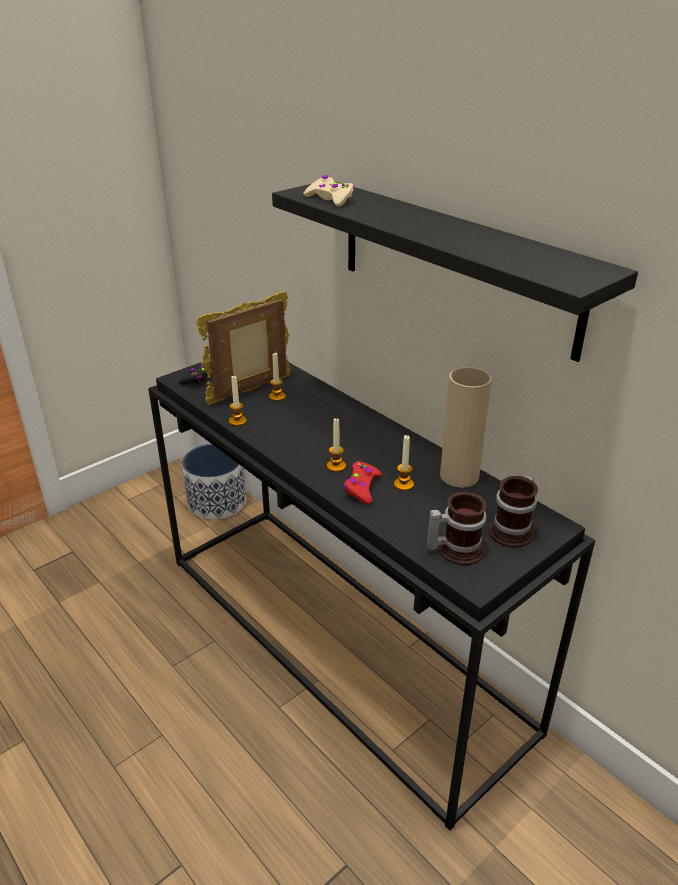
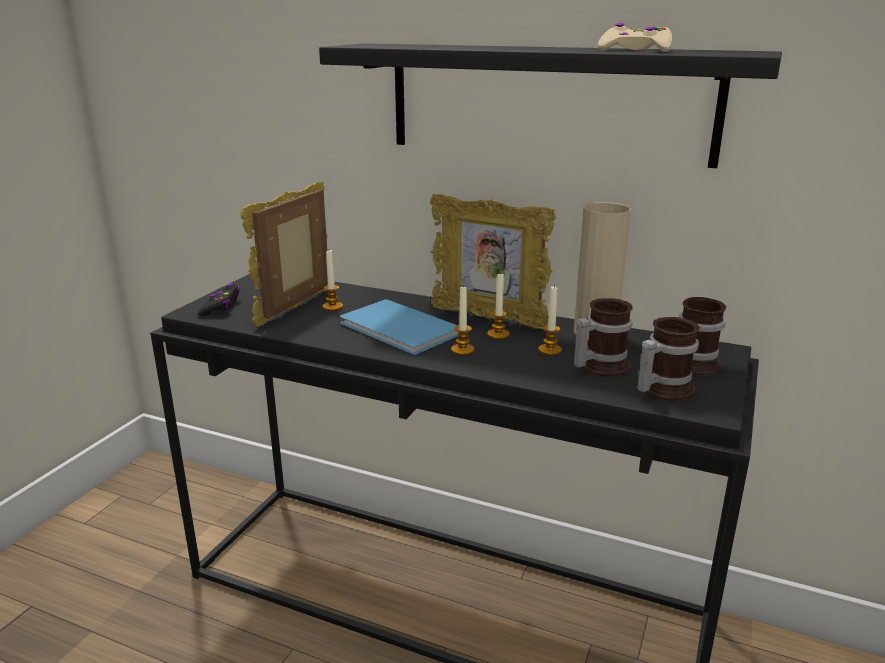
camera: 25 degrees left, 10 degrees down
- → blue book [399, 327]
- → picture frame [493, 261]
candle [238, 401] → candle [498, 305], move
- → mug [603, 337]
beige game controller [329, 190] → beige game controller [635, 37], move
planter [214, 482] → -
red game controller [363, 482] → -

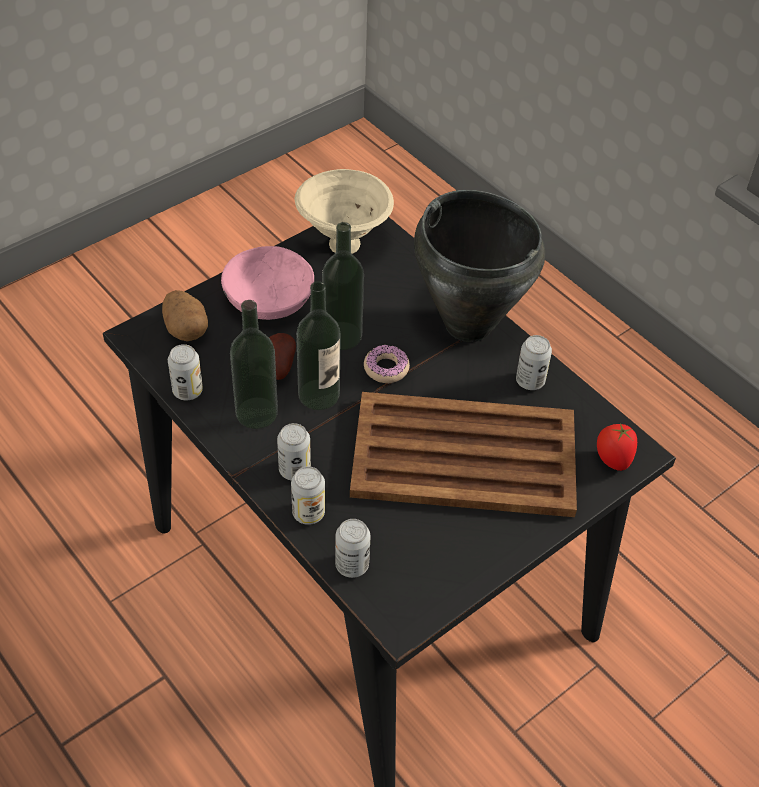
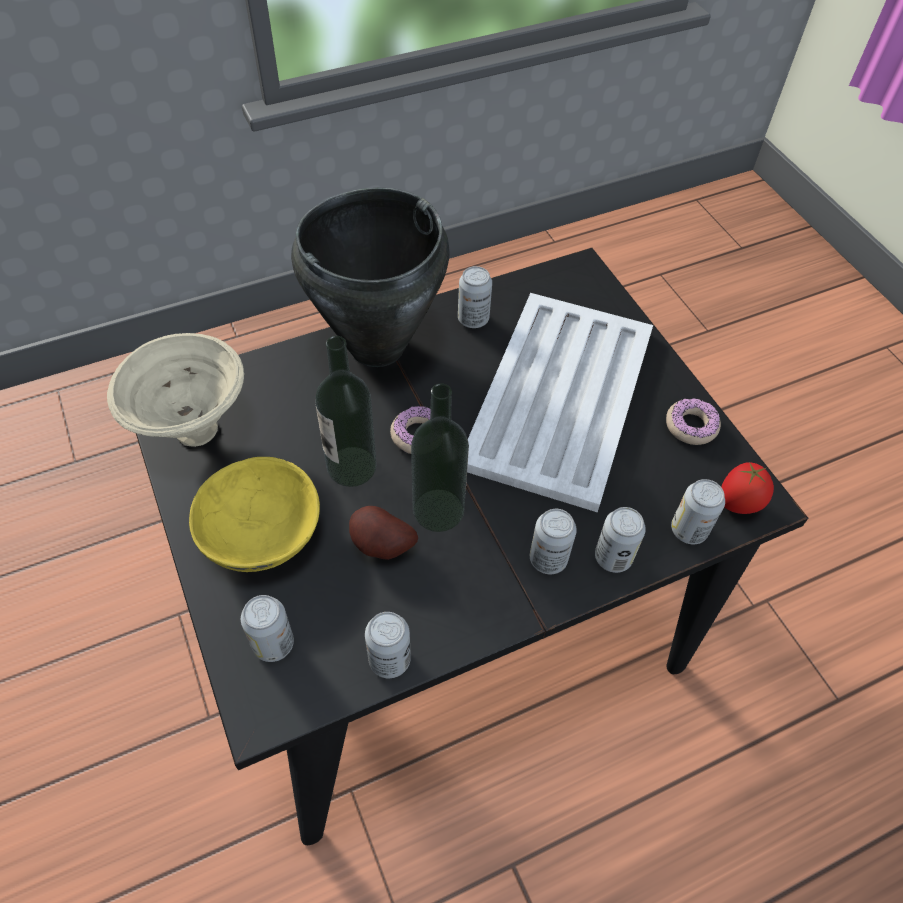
camera: 75 degrees left, 5 degrees up
pink bowl [267, 283] → yellow bowl [254, 514]
potato [185, 316] → can [267, 628]
brown tray [463, 454] → white tray [560, 402]
- → donut [693, 421]
tomato [617, 447] → tomato [747, 488], move
bottle [254, 364] → -

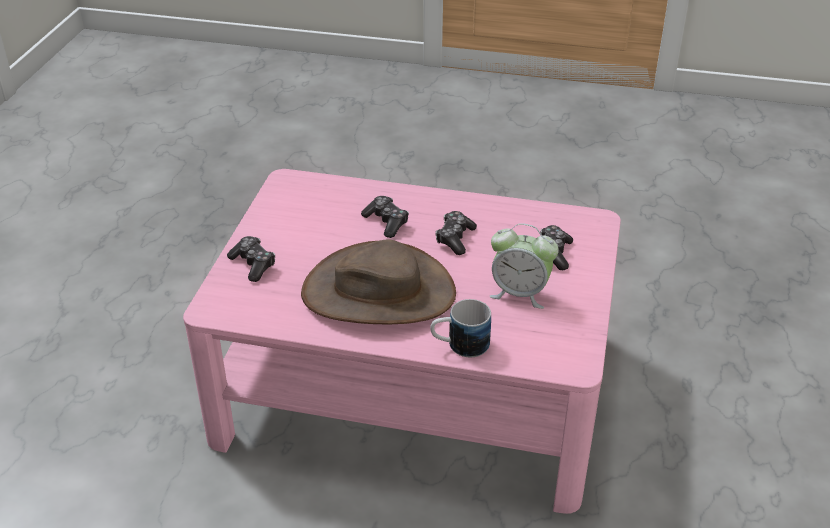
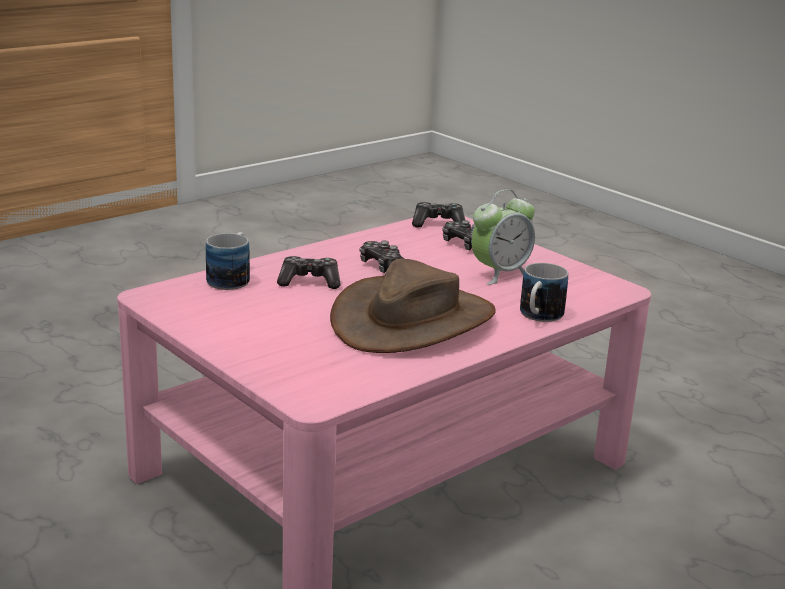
camera: 55 degrees left, 15 degrees down
- → mug [228, 261]
game controller [251, 259] → game controller [438, 214], move

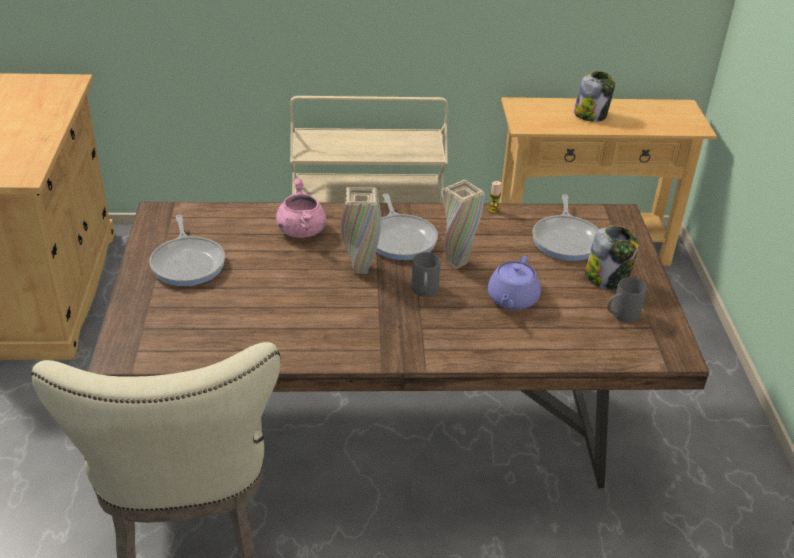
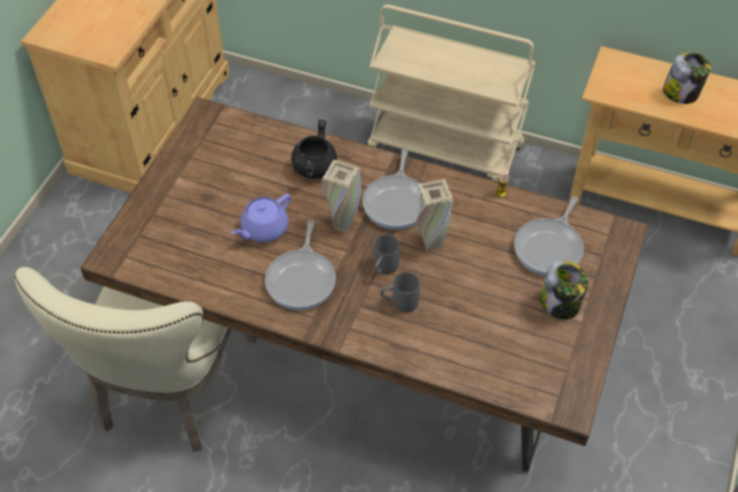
camera: 25 degrees right, 15 degrees up
purple teapot [514, 283] → purple teapot [261, 218], move
frying pan [187, 250] → frying pan [300, 265], move
pink cooking pot [301, 208] → black cooking pot [314, 149]
grey mug [627, 300] → grey mug [400, 292], move

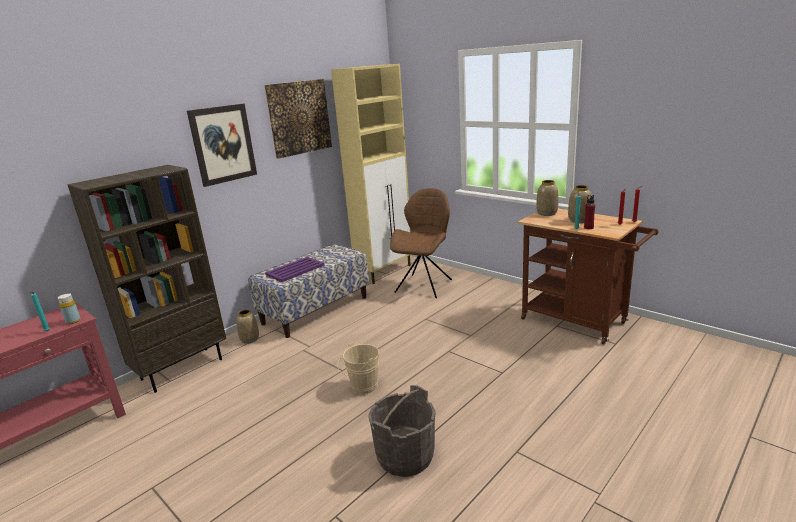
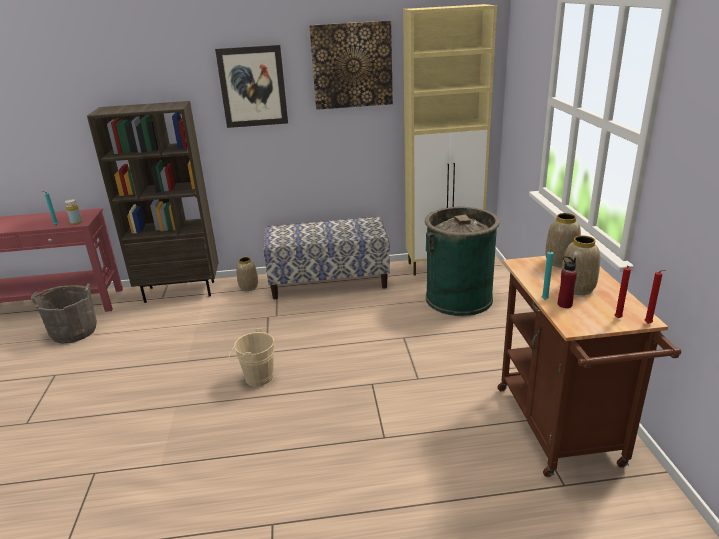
camera: 40 degrees right, 5 degrees up
grey bucket [402, 431] → grey bucket [64, 313], move
brown chair [421, 243] → green trash can [462, 261]
purple tray [294, 269] → -

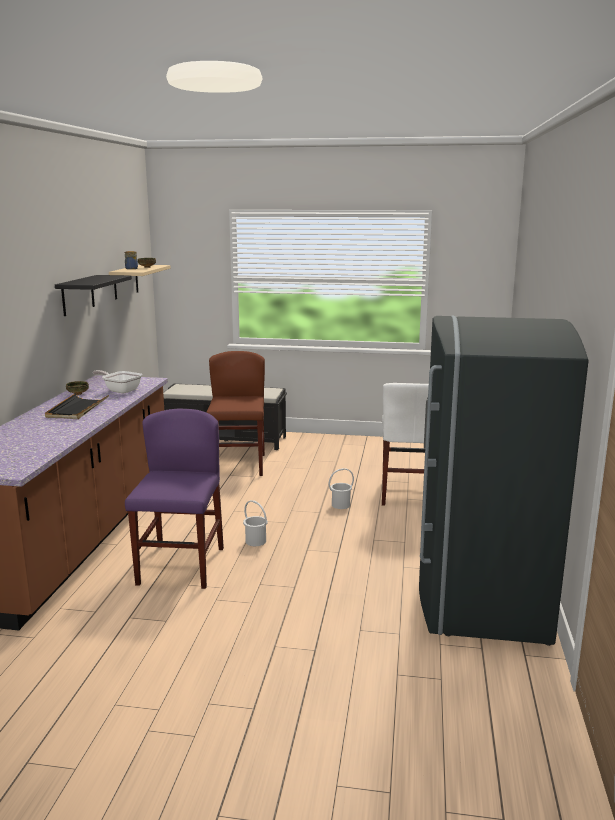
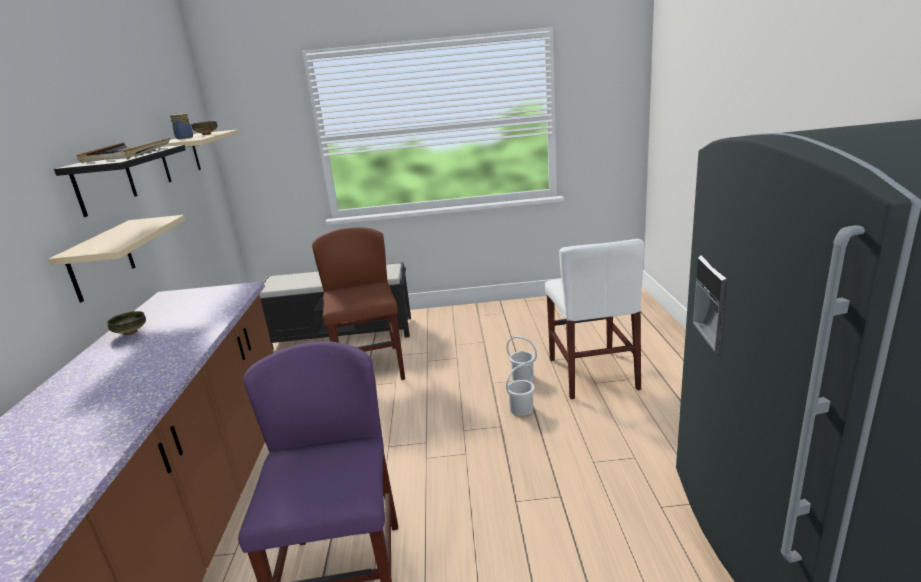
camera: 10 degrees left, 5 degrees up
- → beige shelf [116, 259]
black tray [77, 406] → black tray [123, 150], move
white bucket [255, 523] → white bucket [522, 358], move
frying pan [117, 381] → -

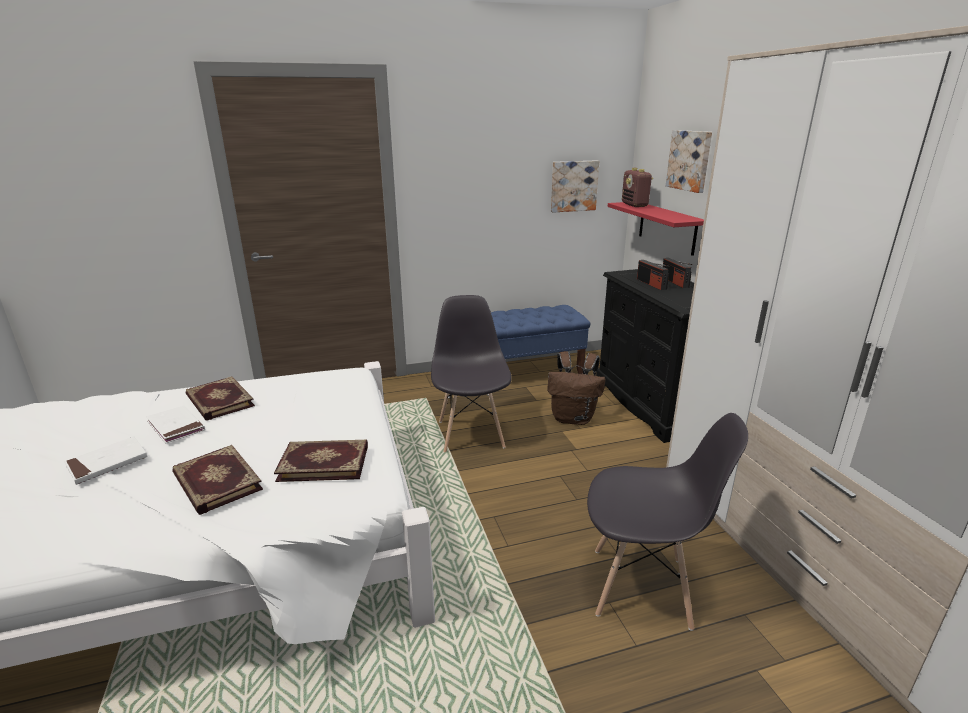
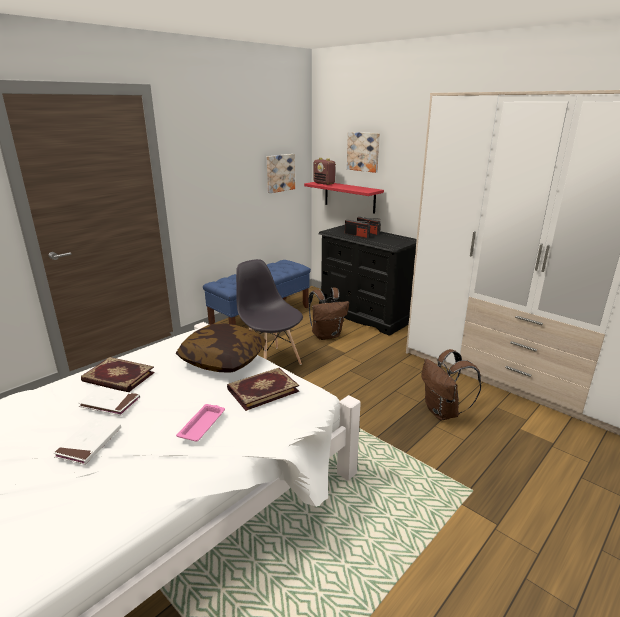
camera: 30 degrees left, 0 degrees up
- → pillow [221, 348]
book [217, 480] → pink tray [200, 423]
grey chair [667, 522] → brown backpack [451, 384]

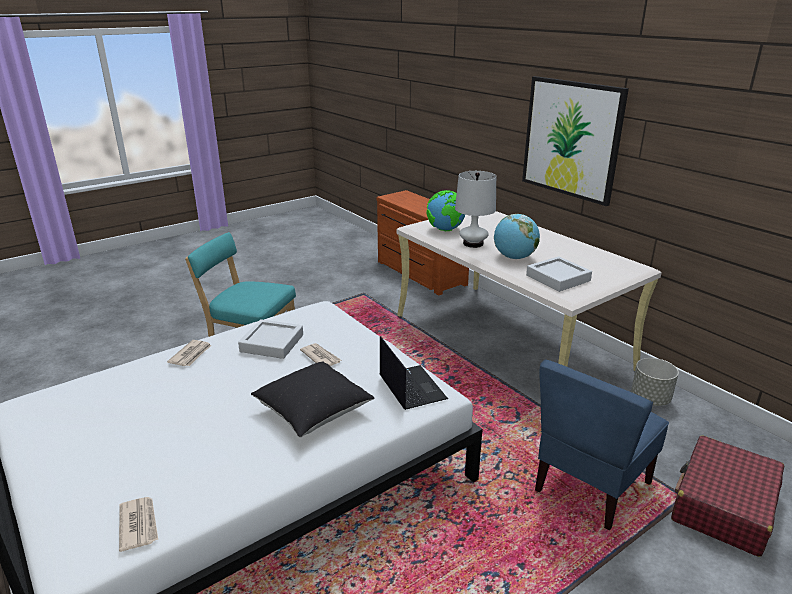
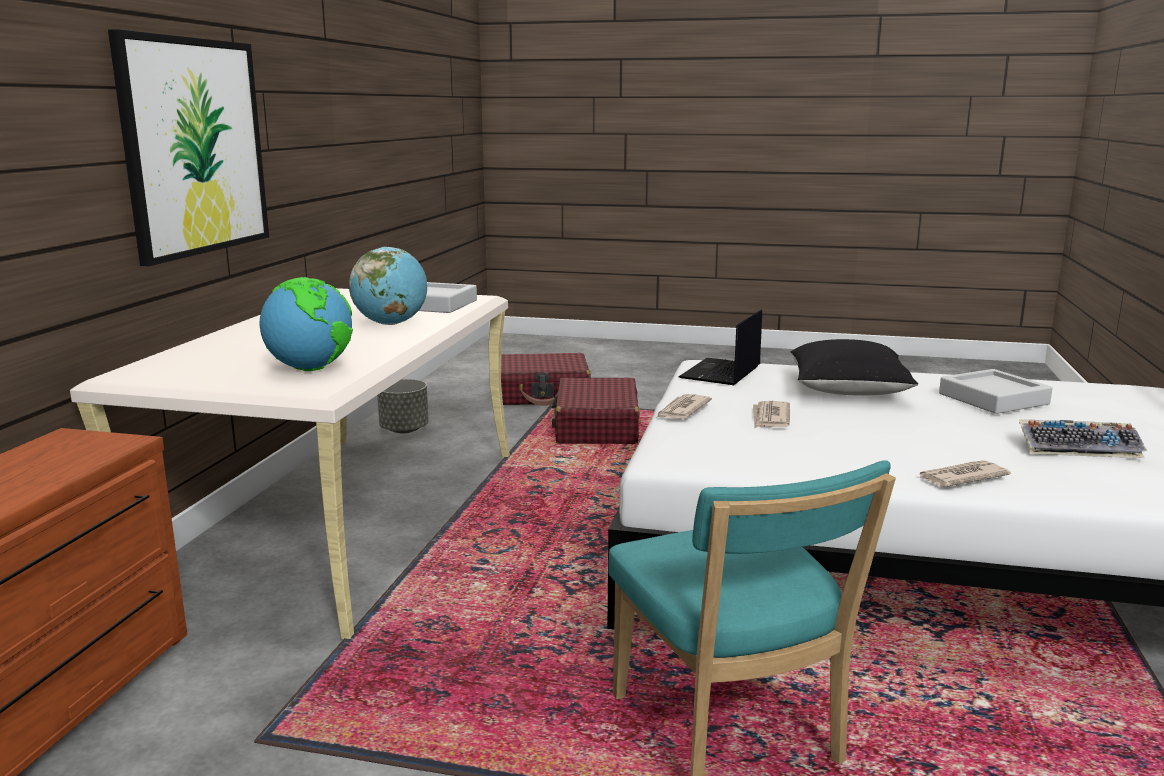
camera: 130 degrees left, 10 degrees down
blue chair [602, 445] → red suitcase [596, 411]
newspaper [138, 524] → newspaper [684, 406], move
grey tray [270, 339] → grey tray [996, 391], move
- → keyboard [1083, 438]
white table lamp [475, 209] → -

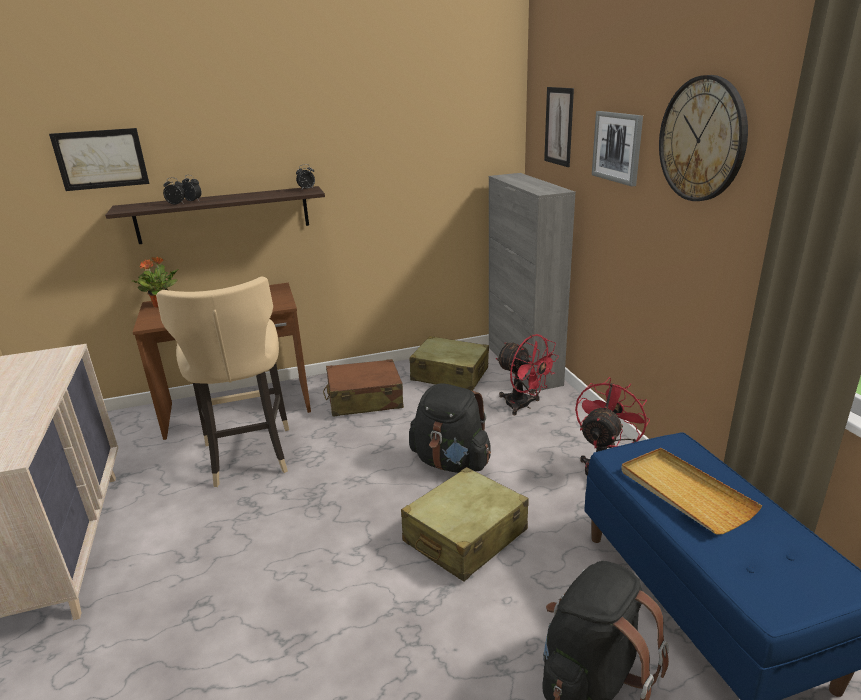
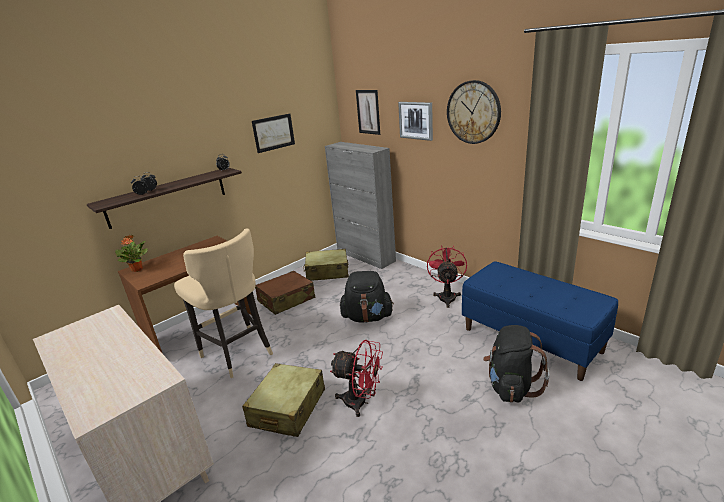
camera: 25 degrees left, 0 degrees up
beige suitcase [464, 524] → beige suitcase [283, 400], move
picture [99, 159] → picture [273, 133], move
red fan [527, 374] → red fan [356, 378], move
beige tray [691, 491] → -

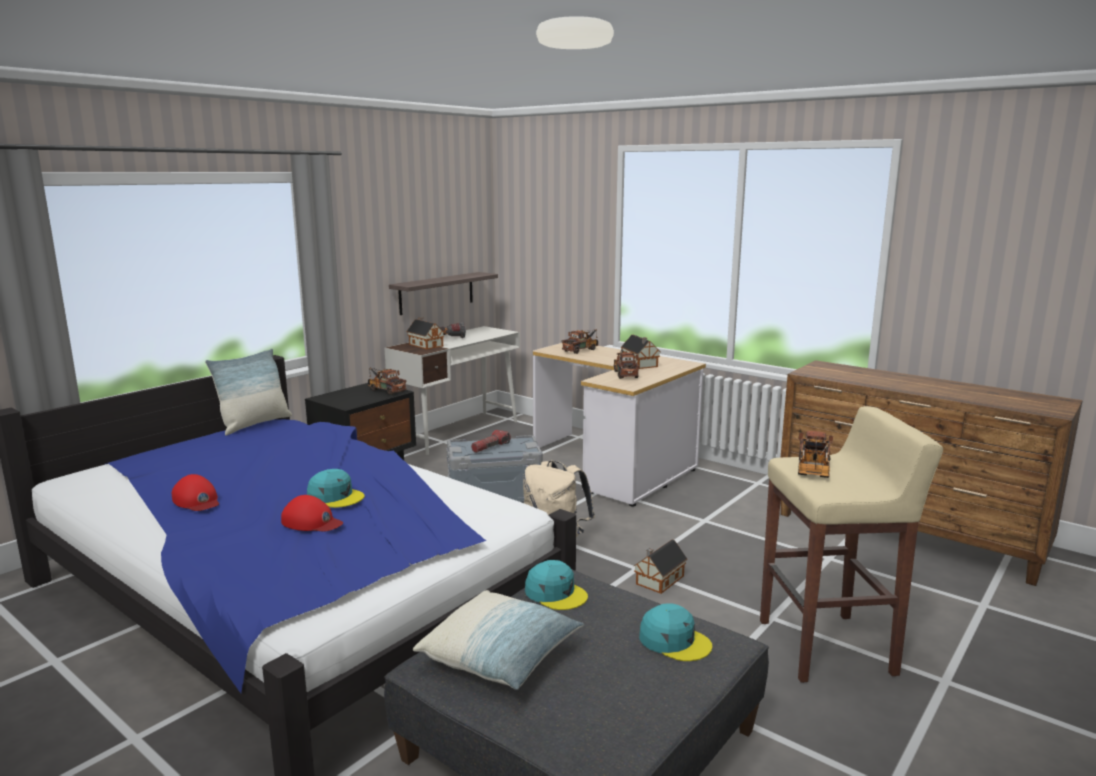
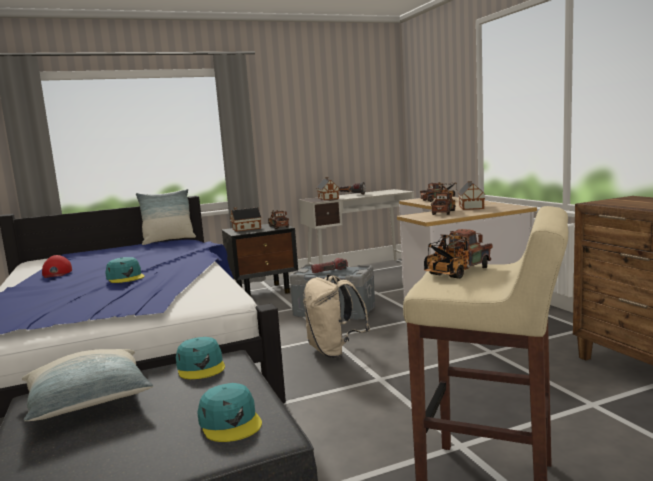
camera: 30 degrees right, 5 degrees down
toy house [660, 566] → toy house [245, 219], move
red cap [312, 513] → -
shelf [443, 293] → -

